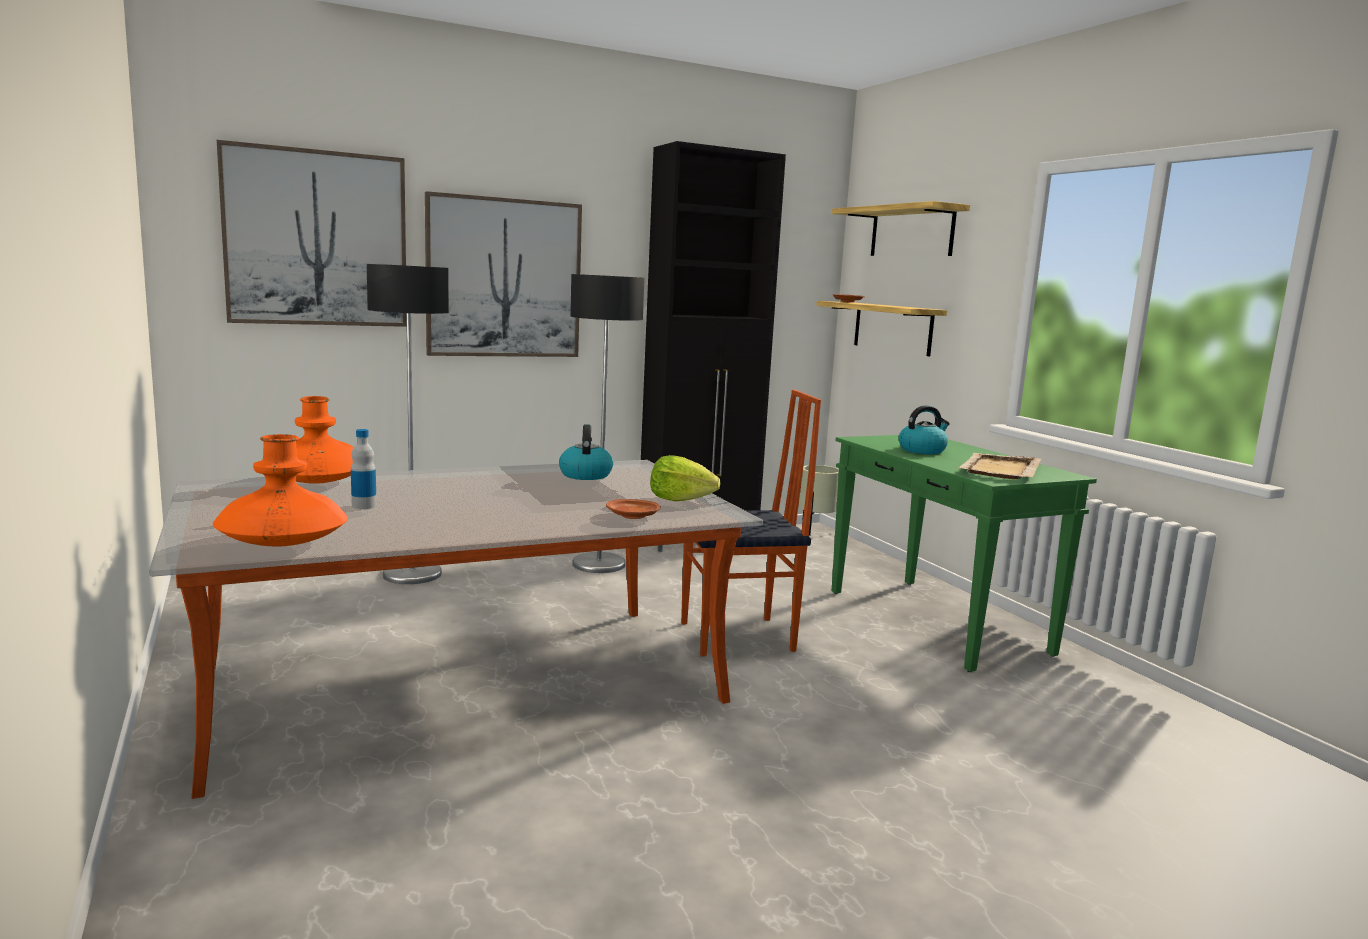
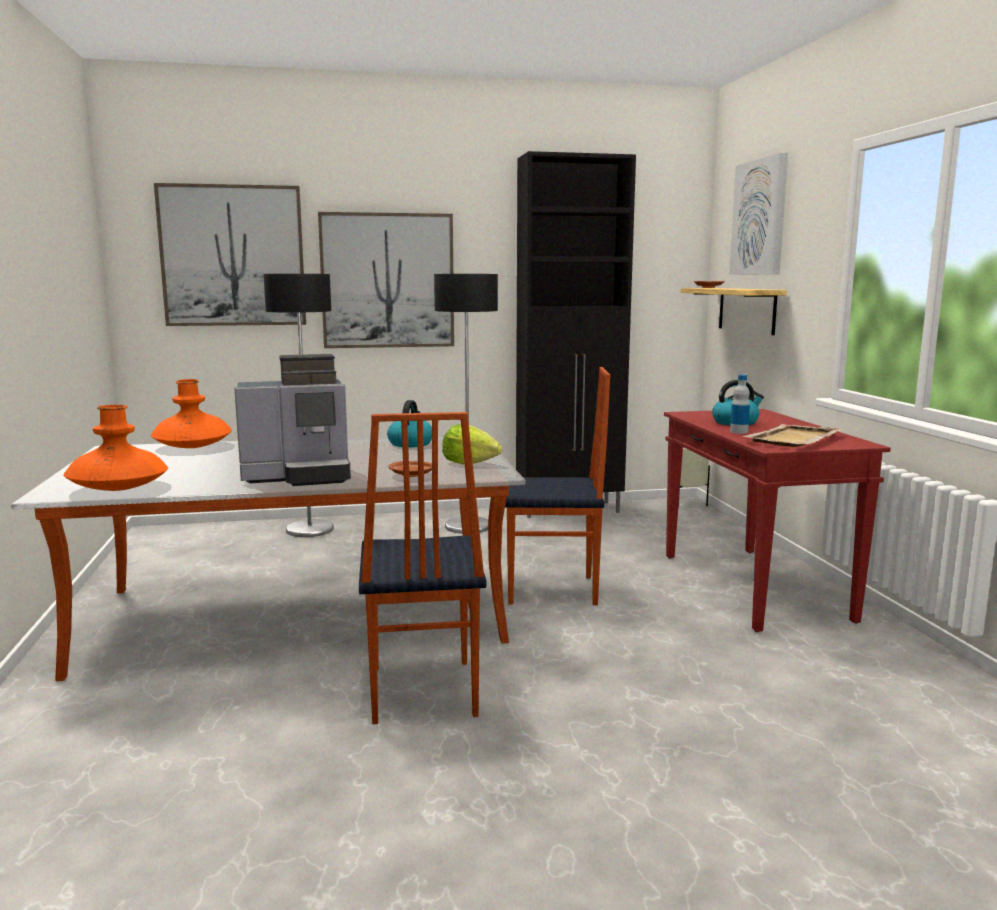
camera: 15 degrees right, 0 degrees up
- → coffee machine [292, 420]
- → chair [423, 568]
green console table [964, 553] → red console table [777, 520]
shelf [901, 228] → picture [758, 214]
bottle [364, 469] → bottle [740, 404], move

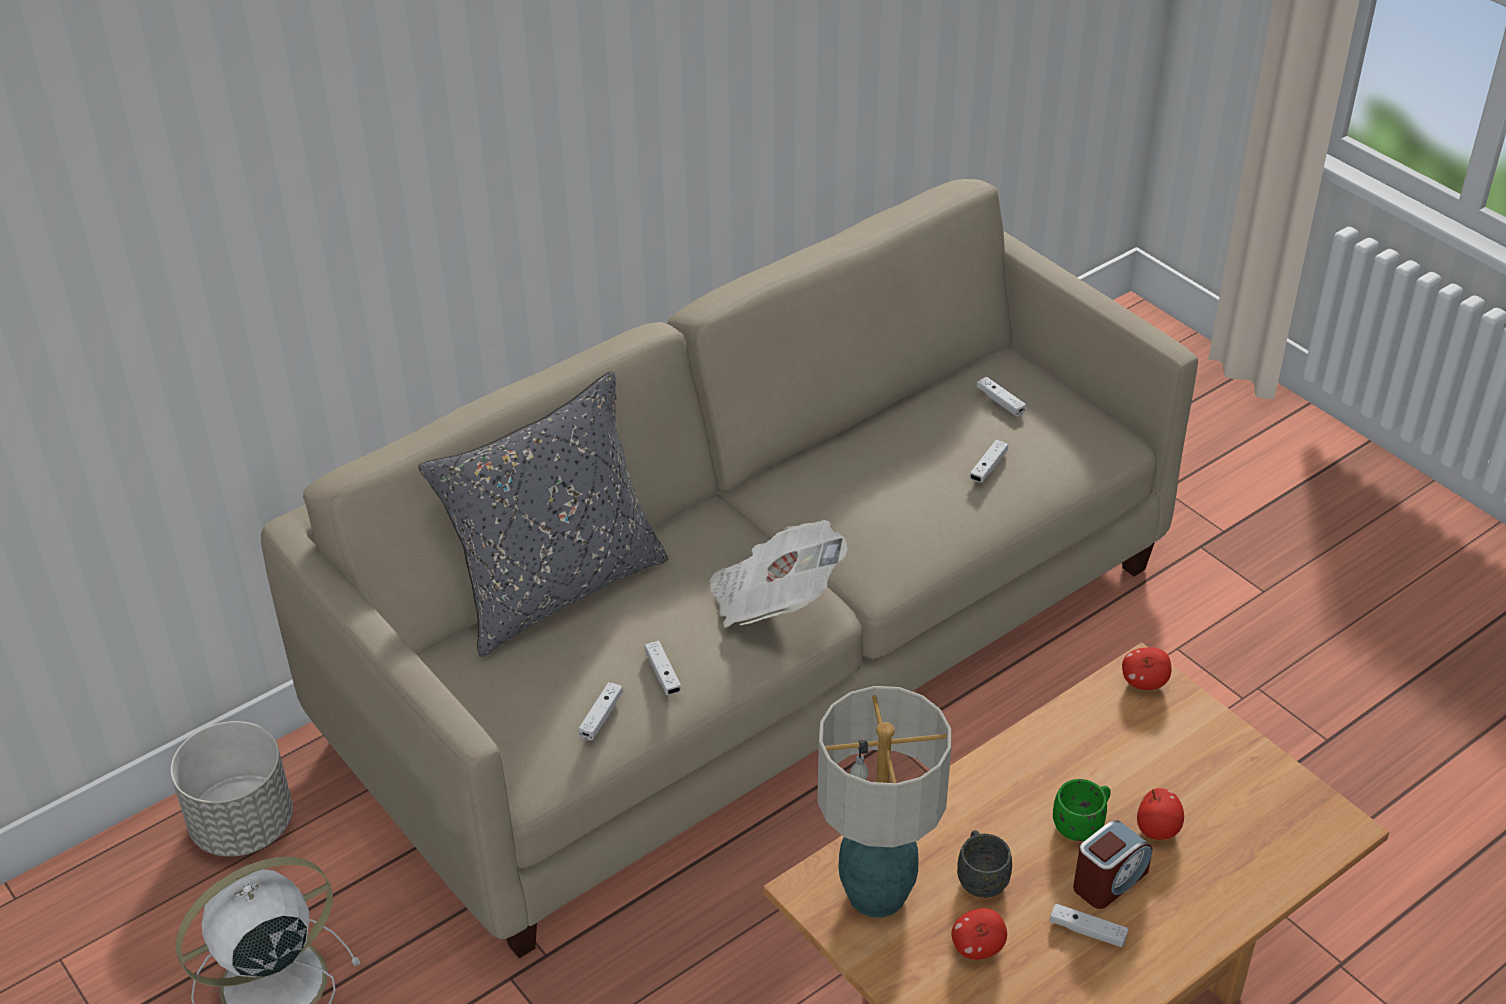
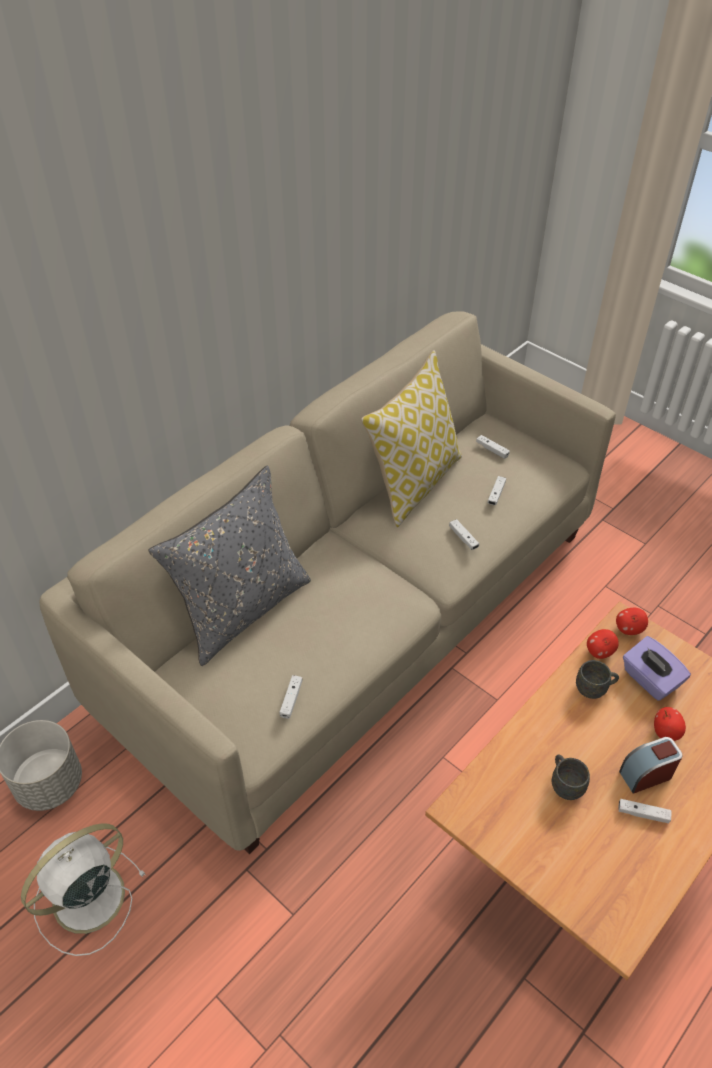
camera: 10 degrees left, 5 degrees up
- → pillow [411, 438]
white game controller [663, 668] → white game controller [464, 534], move
- → grey mug [597, 679]
apple [979, 934] → apple [603, 644], move
alarm clock [1112, 864] → alarm clock [651, 765], 150 degrees counterclockwise
- → purple tissue box [657, 668]
newspaper [778, 573] → -
table lamp [884, 802] → -
green mug [1082, 810] → -

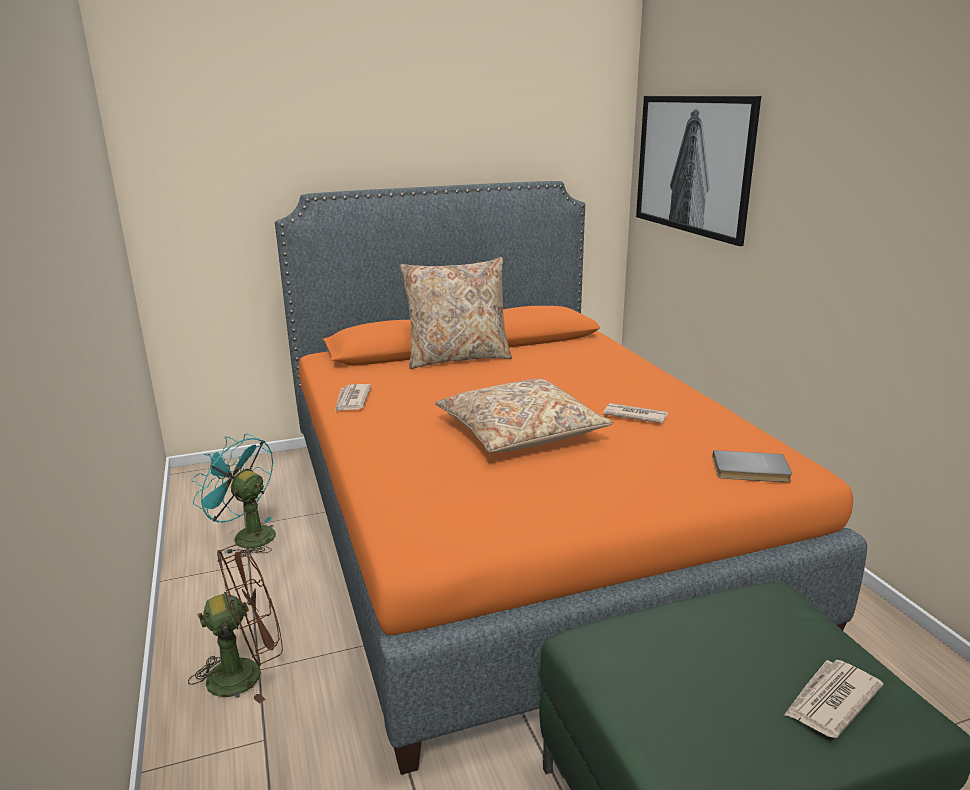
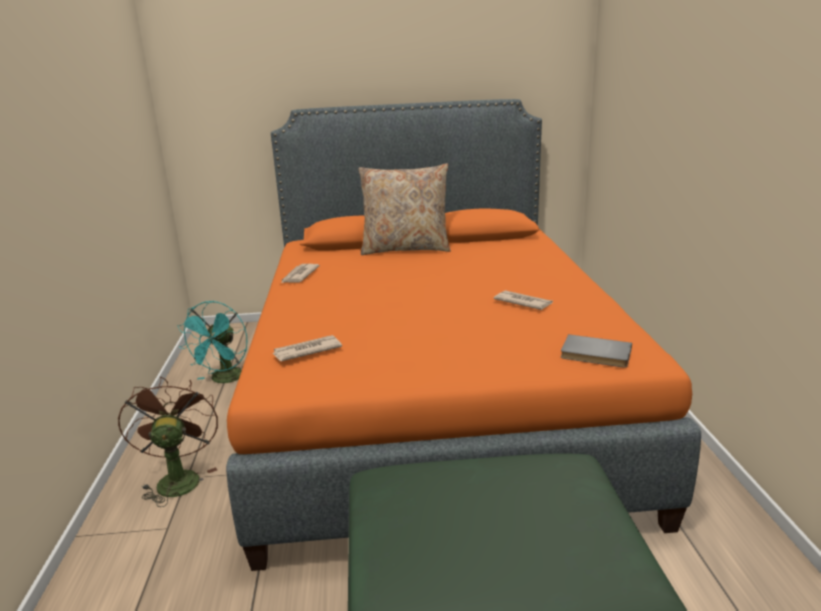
camera: 15 degrees right, 0 degrees up
brown fan [235, 623] → brown fan [168, 442], 90 degrees counterclockwise
turquoise fan [233, 495] → turquoise fan [213, 342], 120 degrees counterclockwise
newspaper [833, 699] → newspaper [307, 348], move
beige pillow [524, 416] → -
picture [698, 171] → -

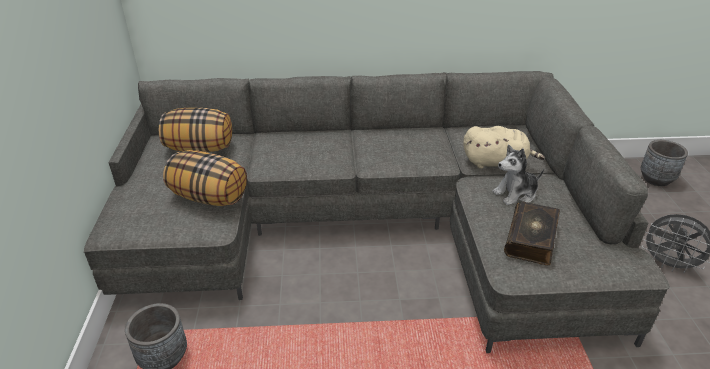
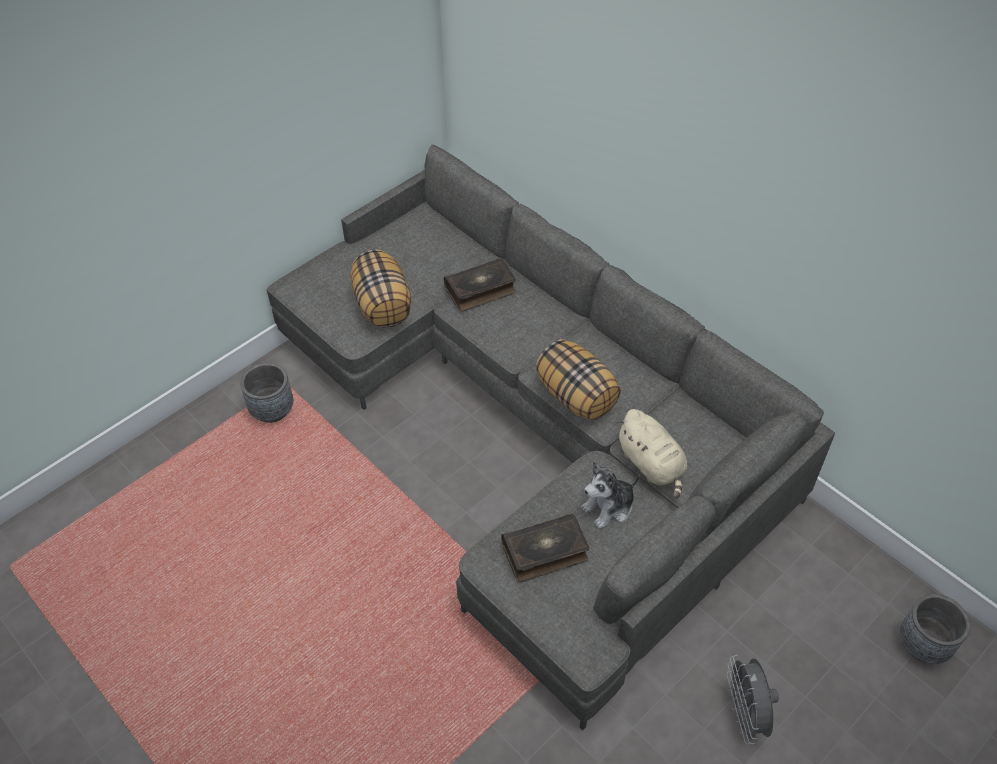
camera: 50 degrees right, 15 degrees up
- → book [480, 285]
pillow [195, 130] → pillow [578, 379], move
plush toy [518, 175] → plush toy [610, 495], 60 degrees counterclockwise

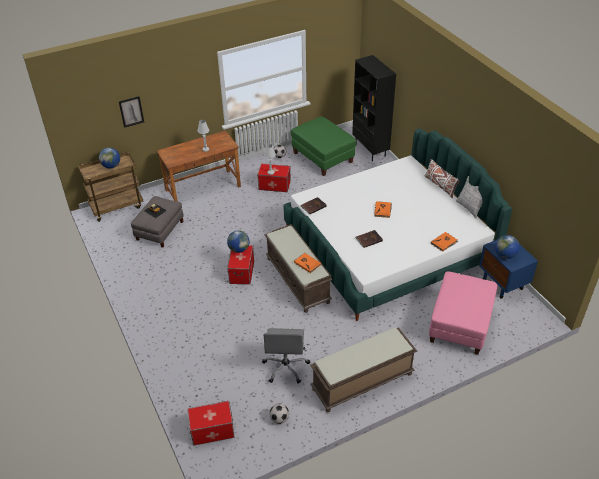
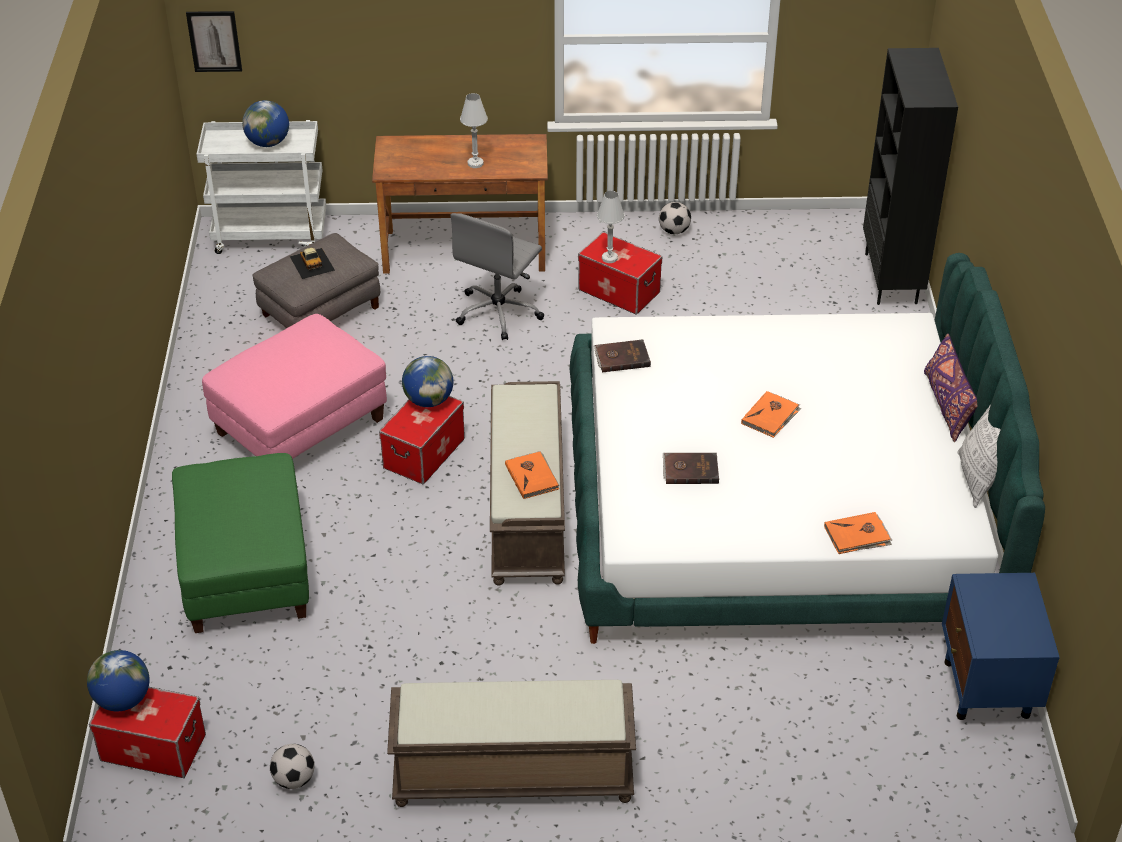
camera: 25 degrees right, 0 degrees up
globe [507, 247] → globe [118, 680], move
green ottoman [323, 146] → green ottoman [240, 543], move
picture [131, 112] → picture [214, 41], move
brown cart [110, 187] → white cart [261, 187]
pink ottoman [463, 313] → pink ottoman [294, 386], move
grey office chair [286, 356] → grey office chair [497, 276], move
white pillow [442, 178] → purple pillow [951, 388]

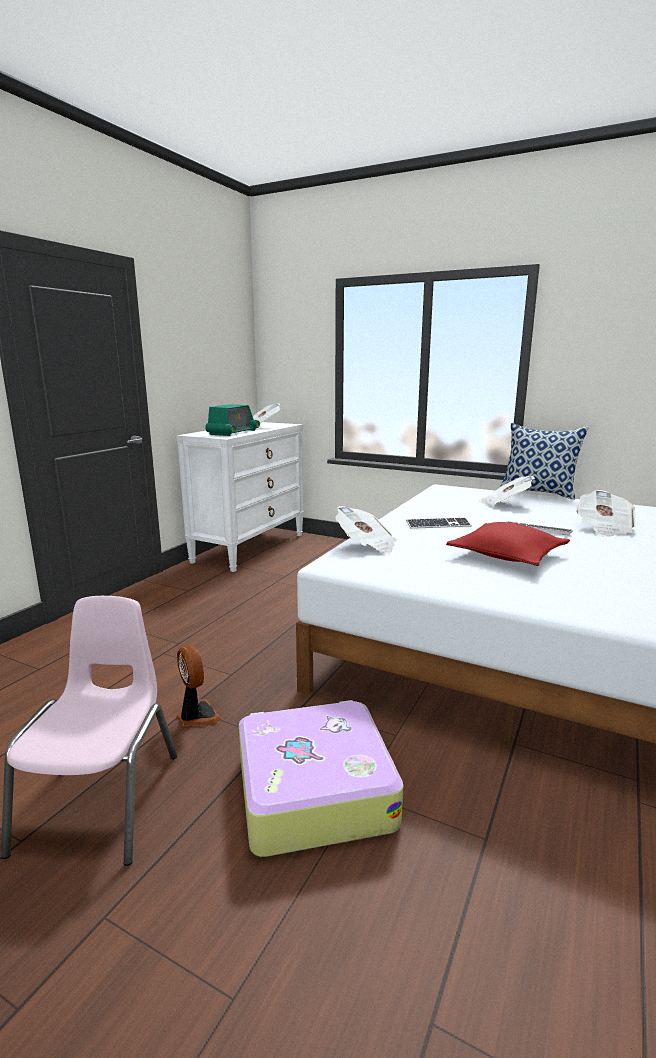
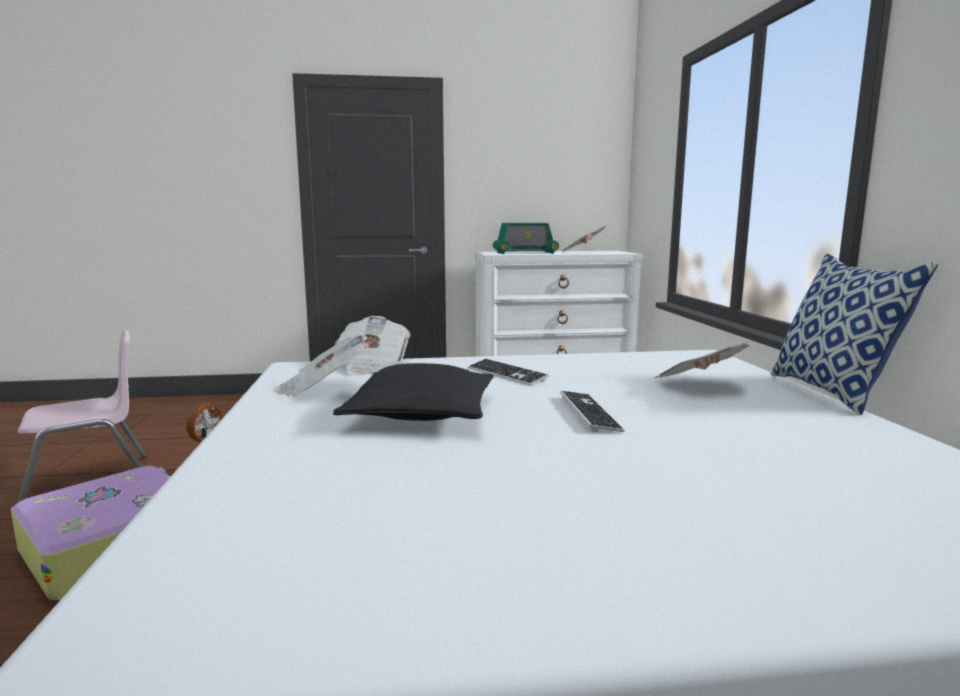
camera: 55 degrees right, 5 degrees down
newspaper [606, 513] → newspaper [321, 366], move
red pillow [508, 544] → black pillow [413, 392]

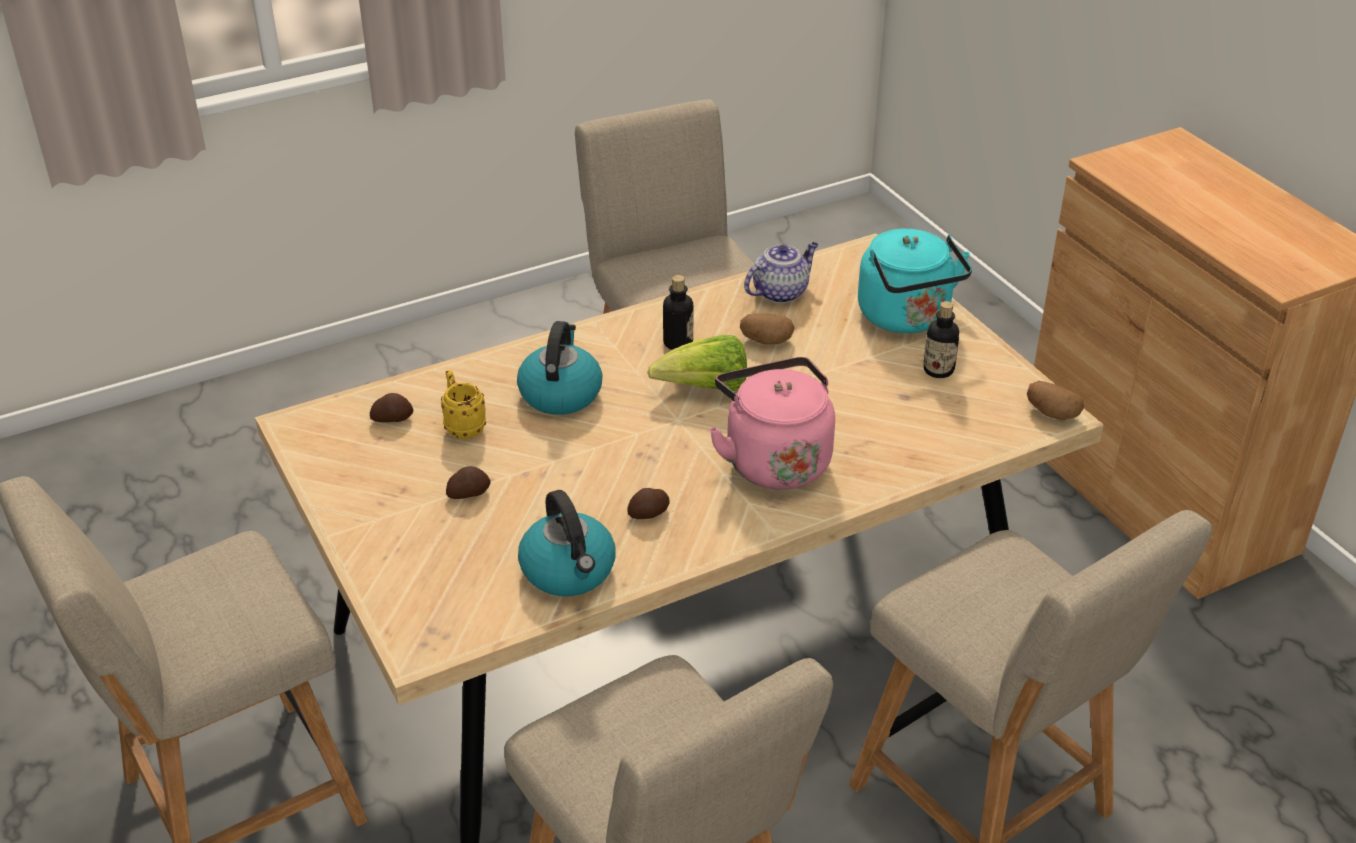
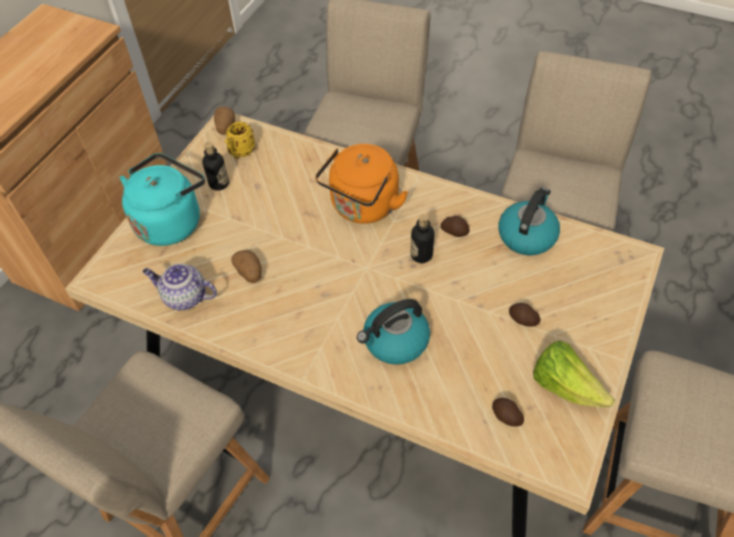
camera: 125 degrees left, 15 degrees up
yellow mug [463, 404] → yellow mug [240, 140], move
pink kettle [772, 423] → orange kettle [361, 183]
bottle [678, 312] → bottle [422, 238], move
lettuce [697, 363] → lettuce [574, 374], move

